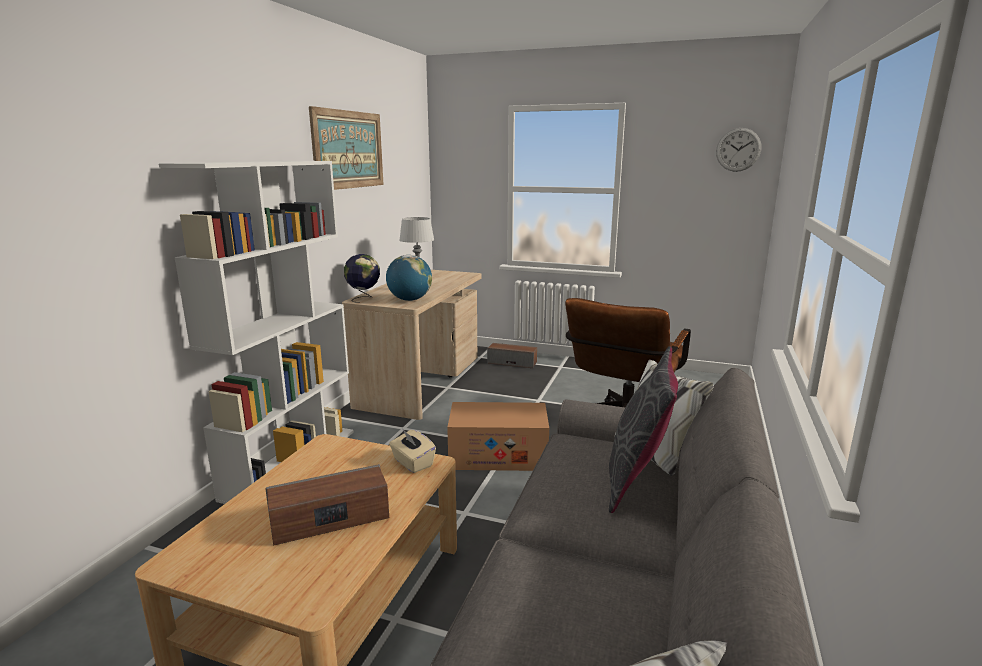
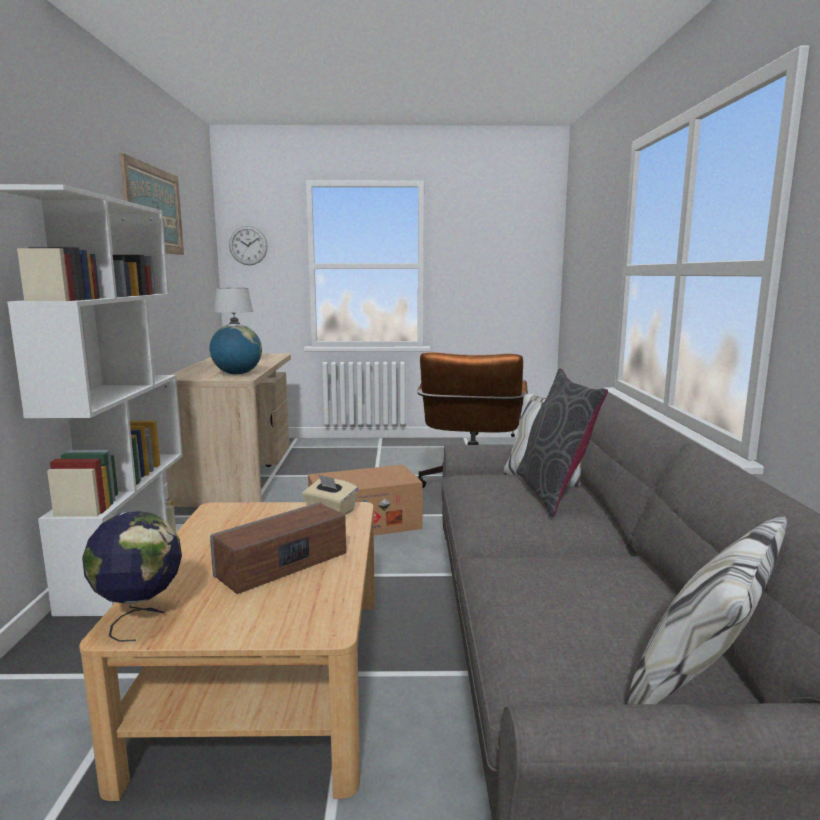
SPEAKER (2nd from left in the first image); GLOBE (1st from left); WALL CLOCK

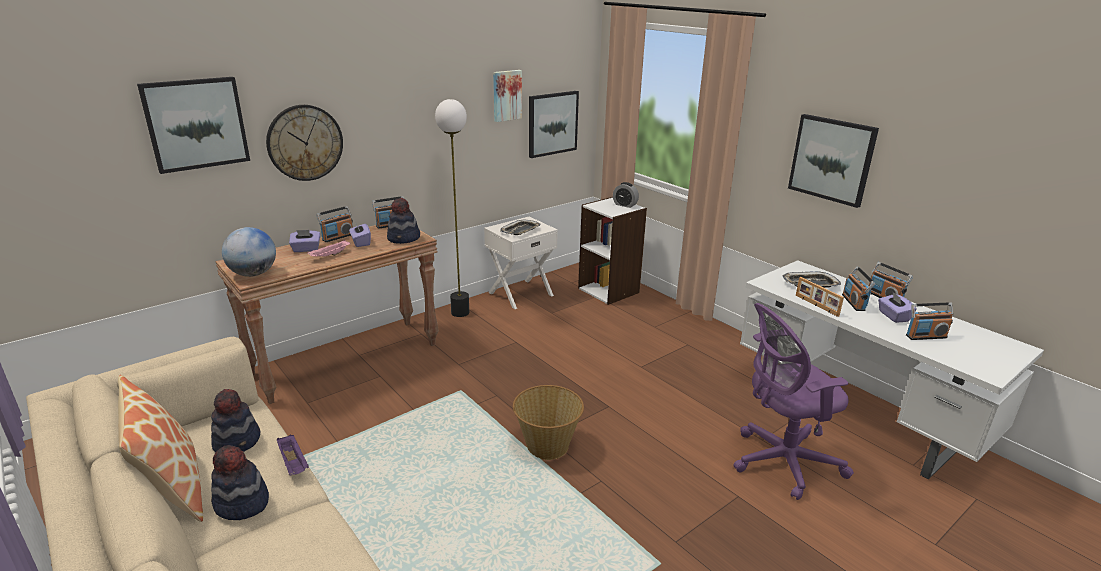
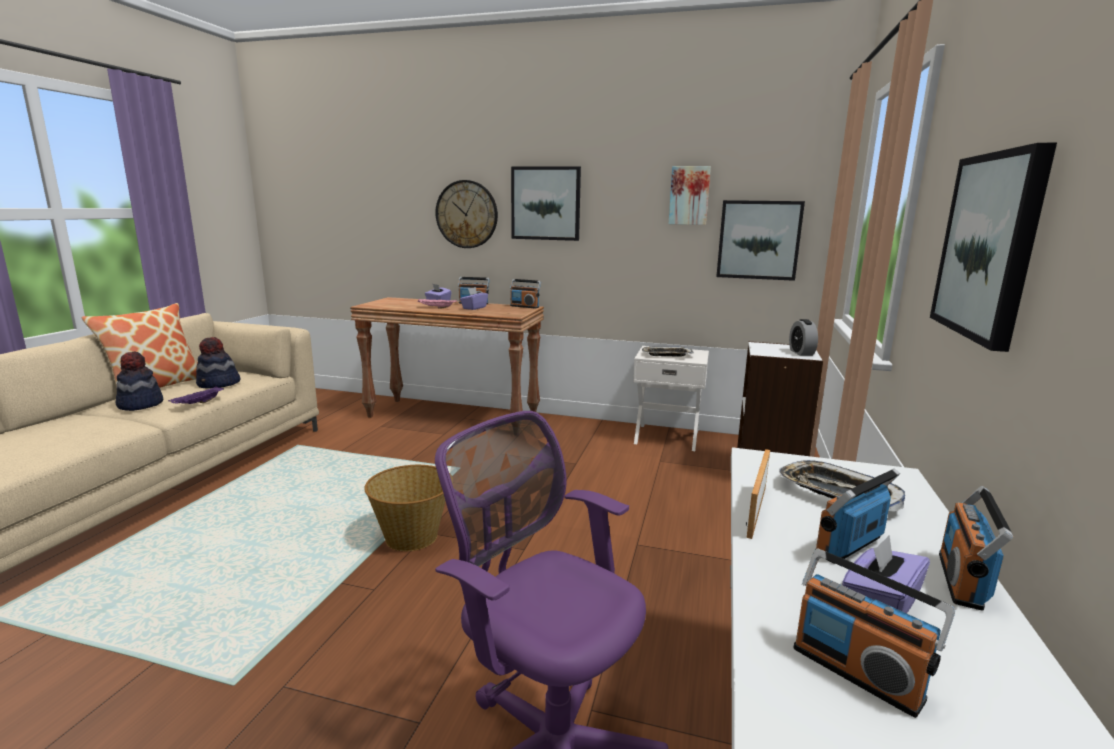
GLOBE; HAT (3rd from left in the first image); FLOOR LAMP; PICTURE (1st from left)

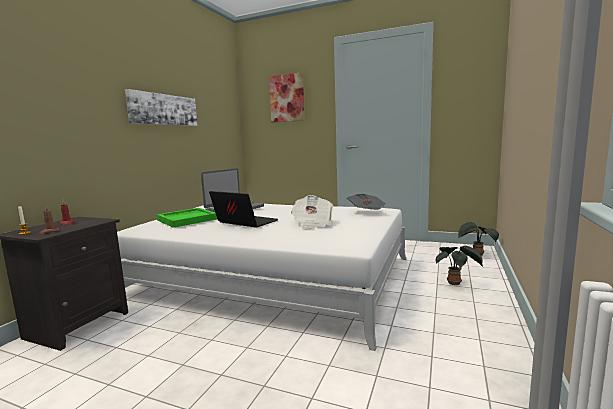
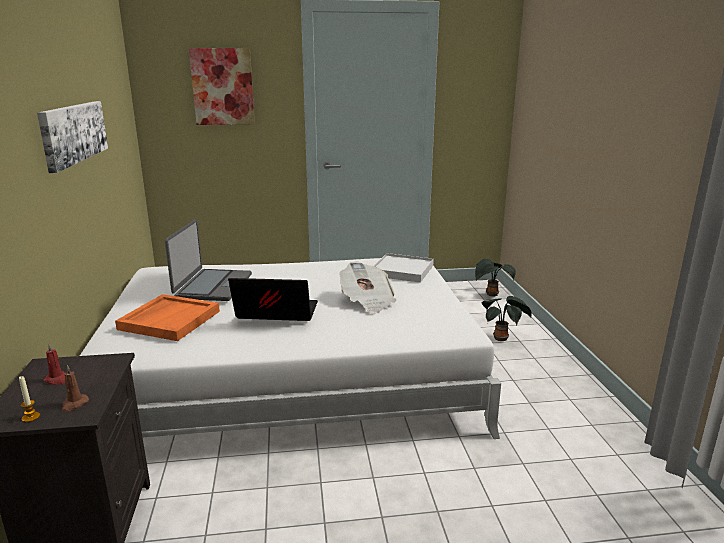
WHITE TRAY; ORANGE TRAY

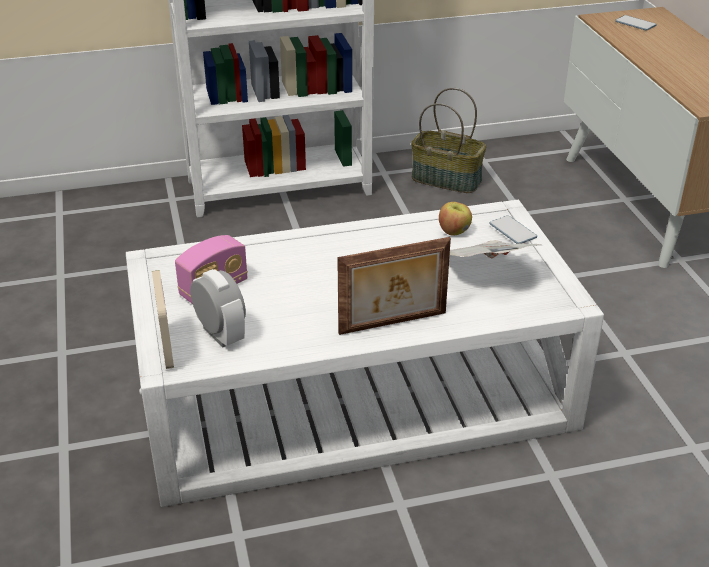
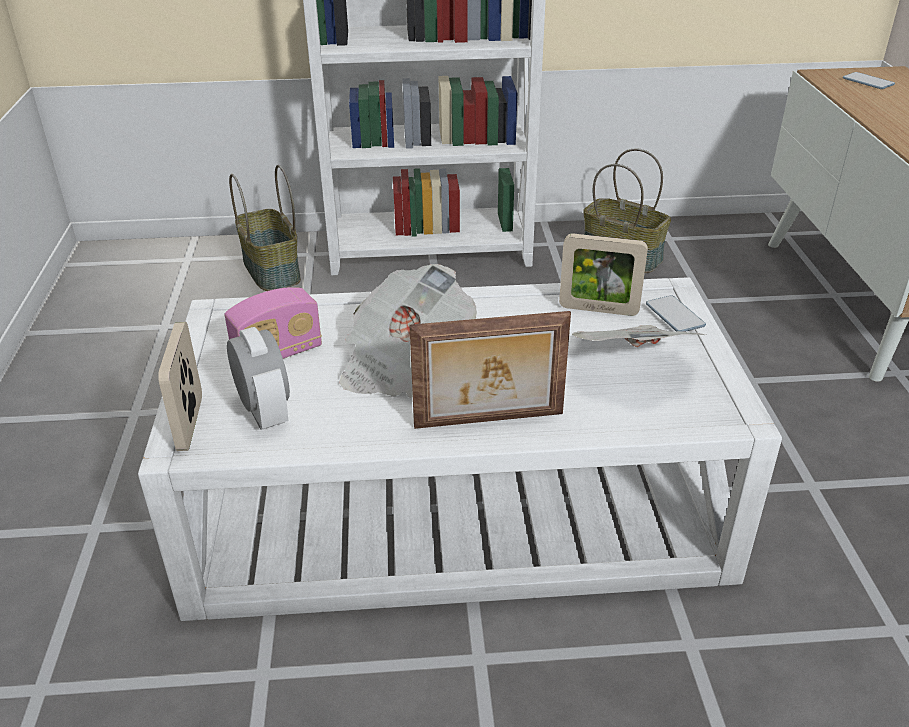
BASKET (1st from left); NEWSPAPER (1st from left); PICTURE FRAME (3rd from left)

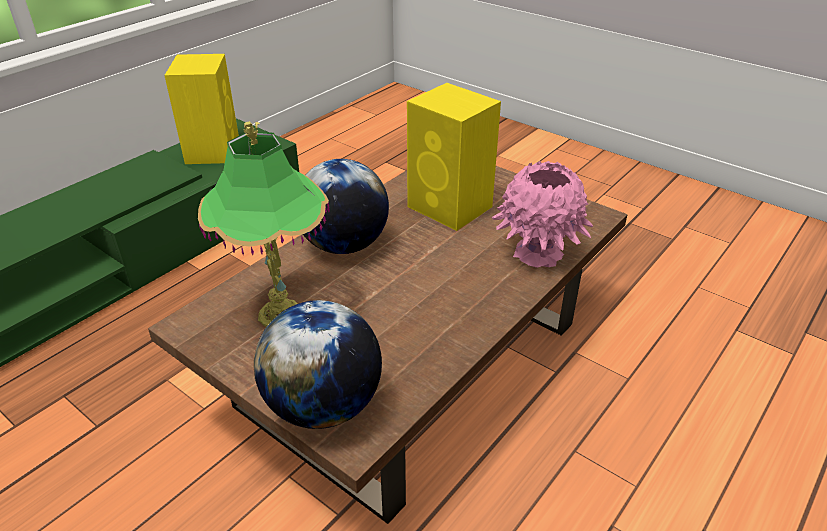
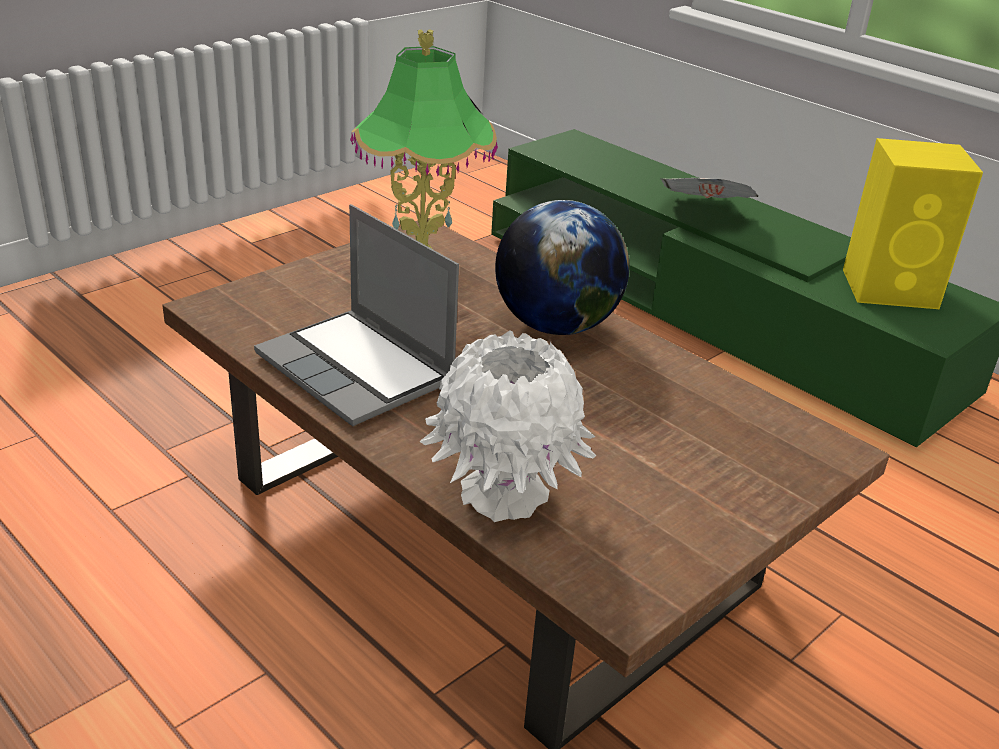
GLOBE (1st from left in the first image); YELLOW SPEAKER (2nd from left in the first image); LAPTOP; NEWSPAPER; WHITE VASE

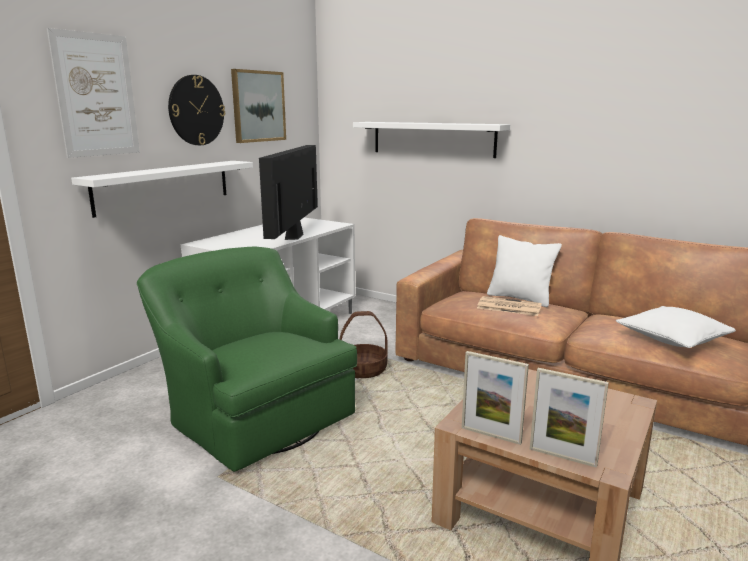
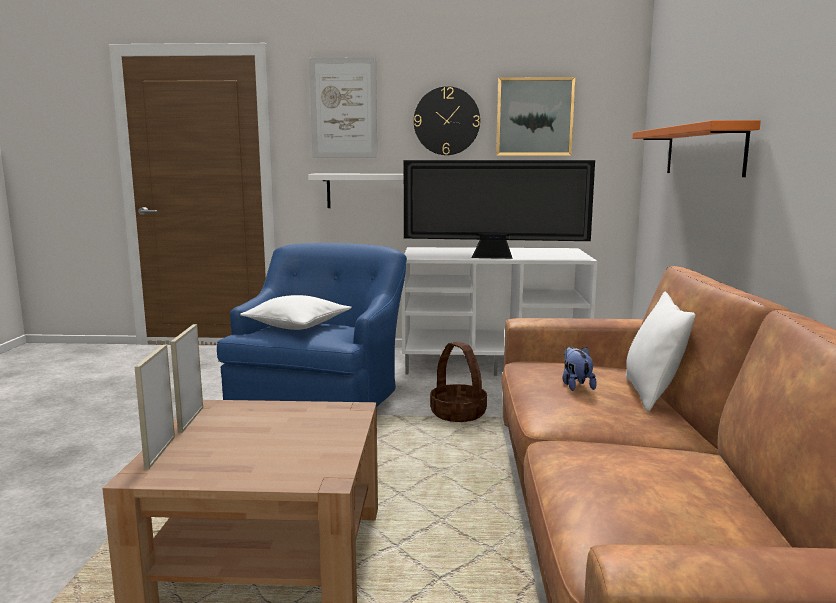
WHITE PILLOW (1st from left); PLUSH TOY; BLUE ARMCHAIR; ORANGE SHELF; TELEVISION

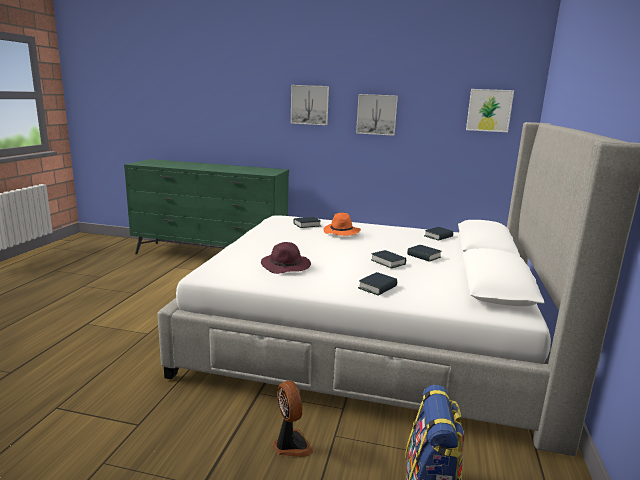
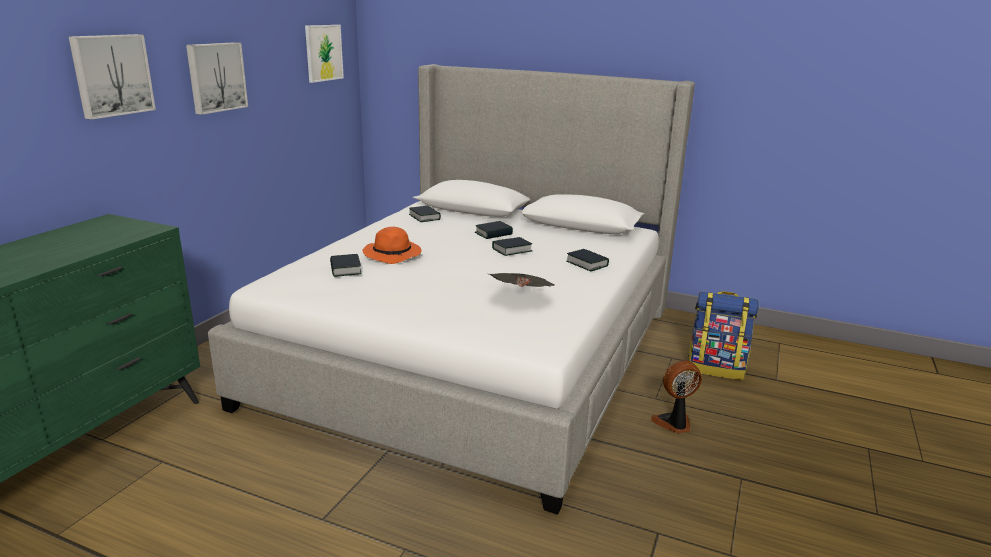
NEWSPAPER

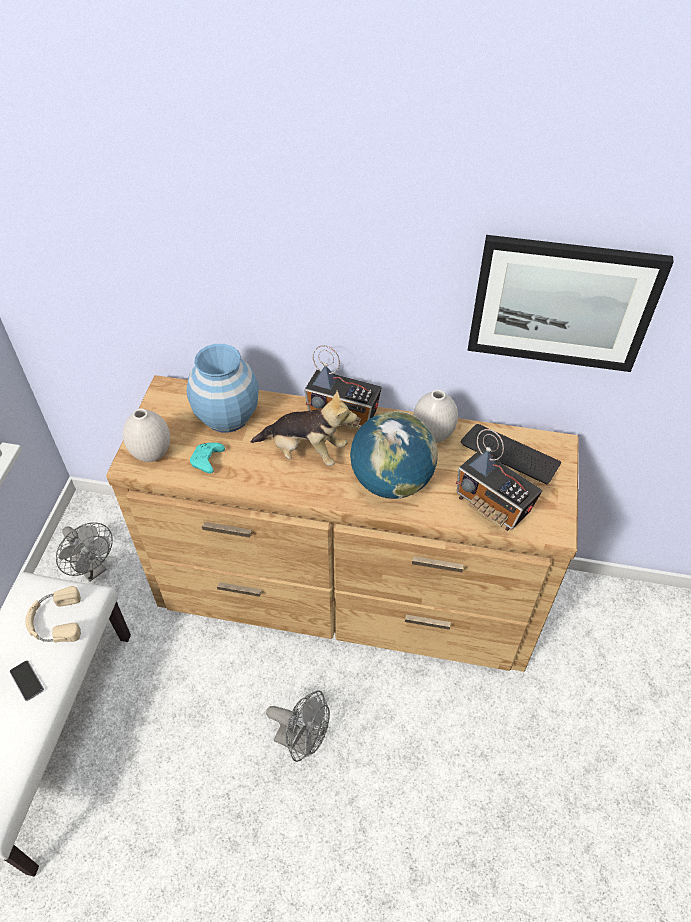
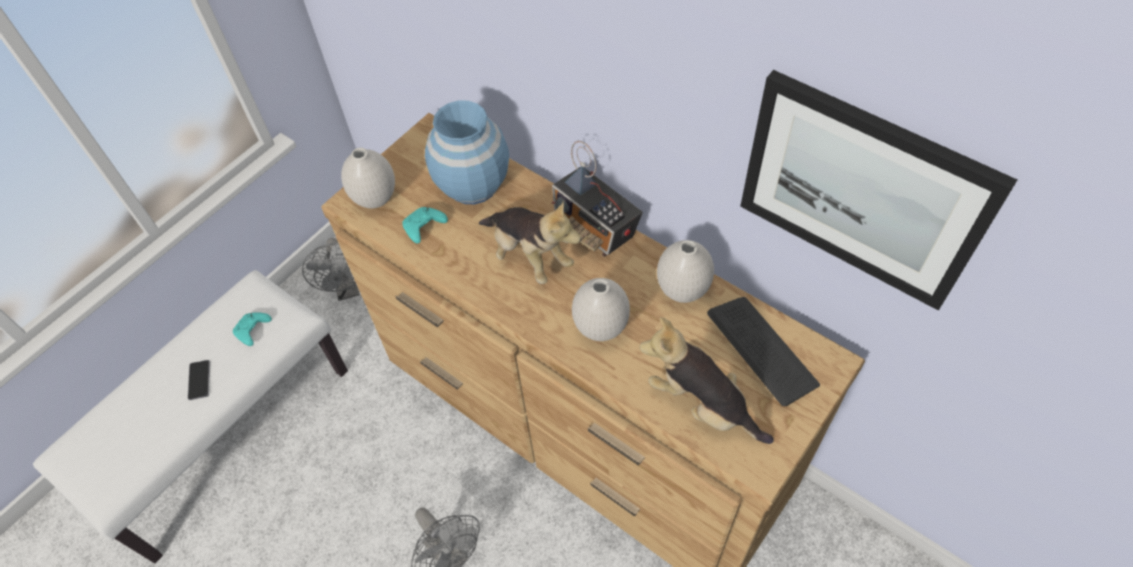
TURQUOISE GAME CONTROLLER (1st from left); WHITE VASE (2nd from left); PLUSH TOY (2nd from left)

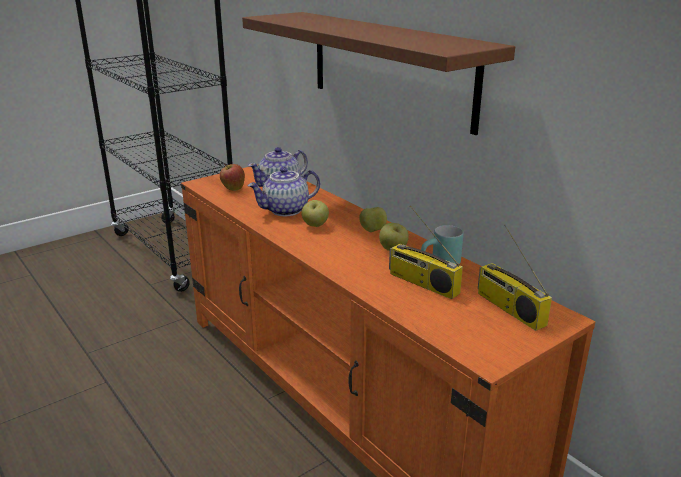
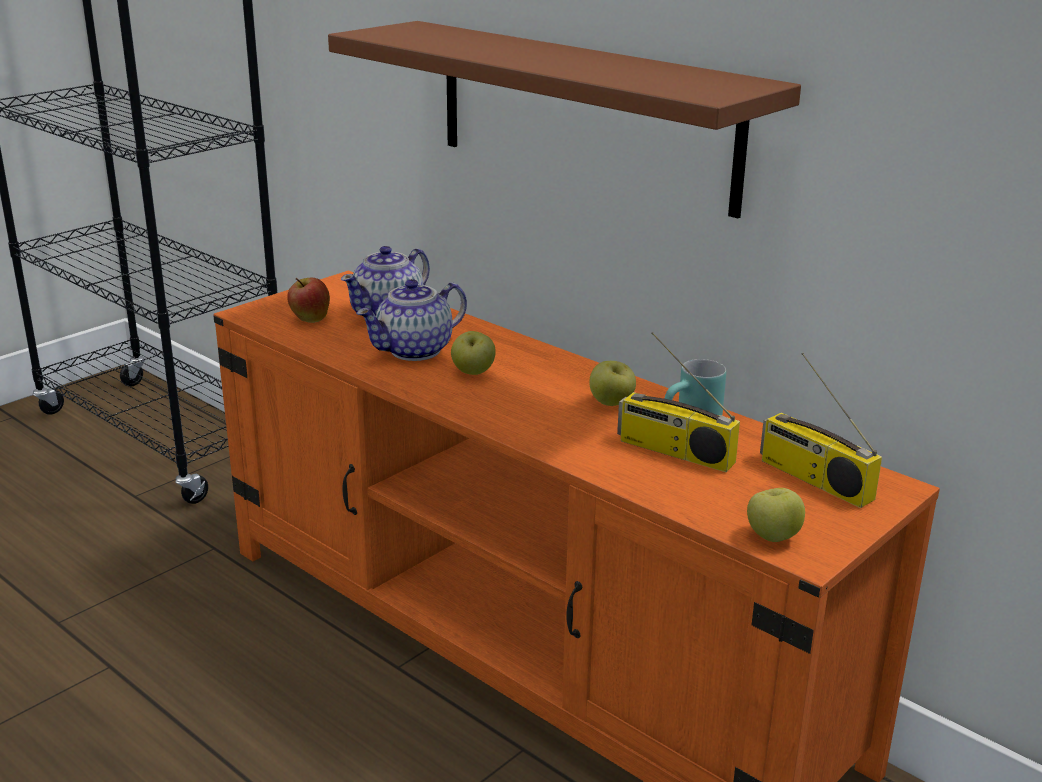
APPLE (4th from left)

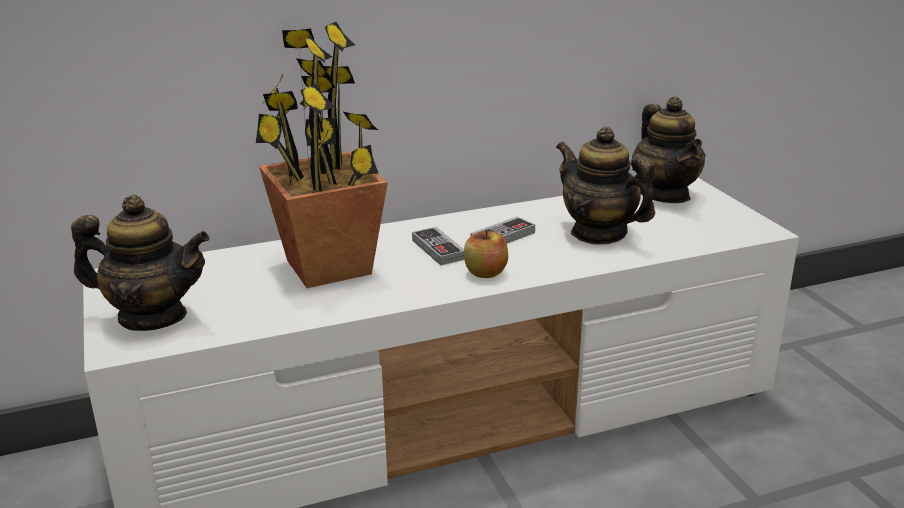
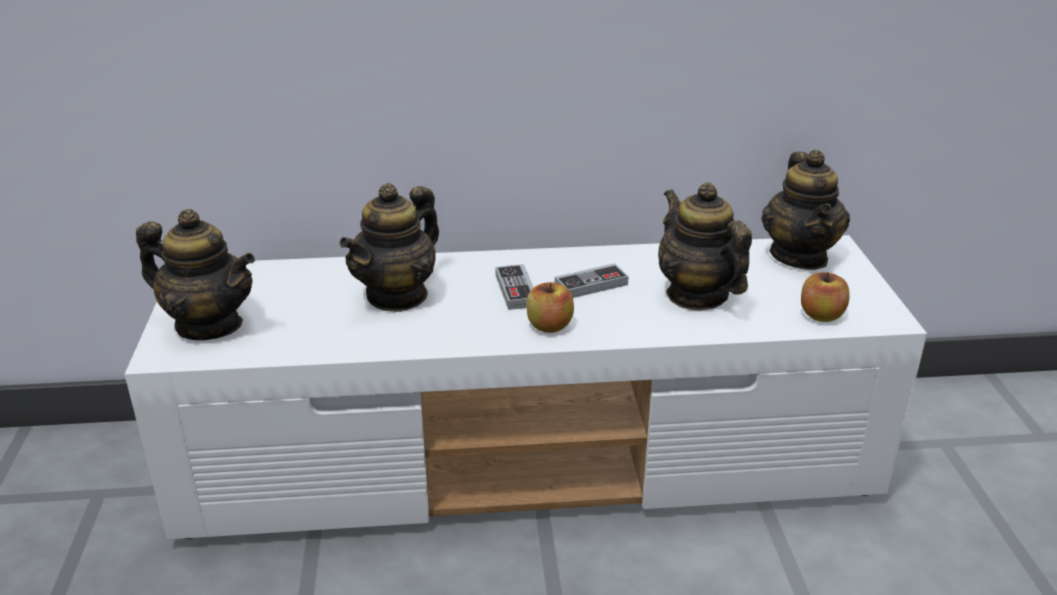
APPLE (2nd from left); TEAPOT (2nd from left)

